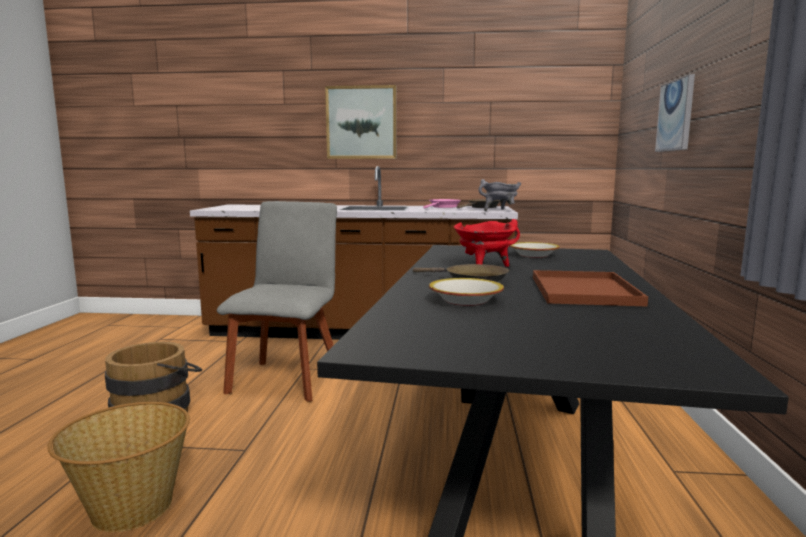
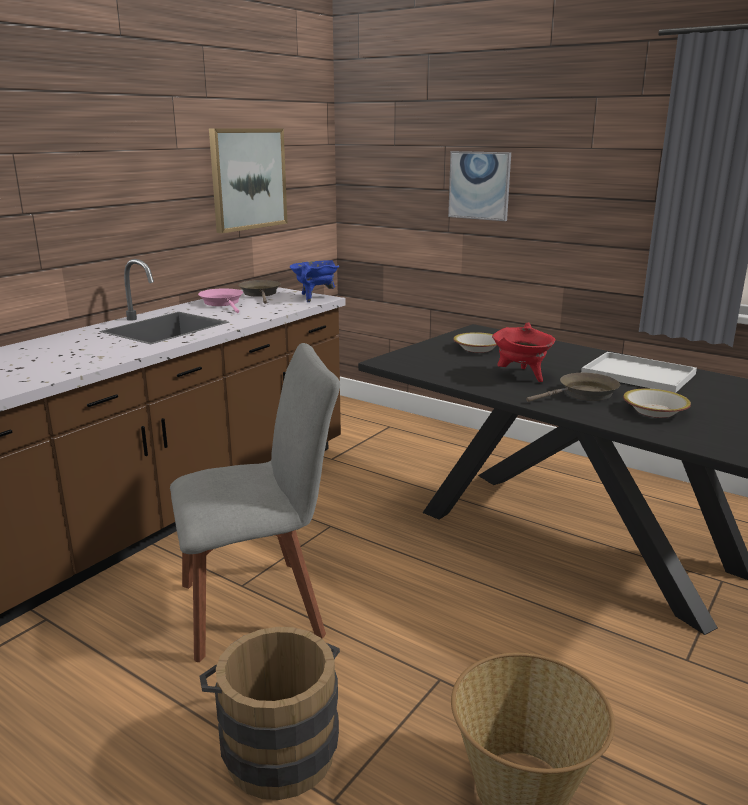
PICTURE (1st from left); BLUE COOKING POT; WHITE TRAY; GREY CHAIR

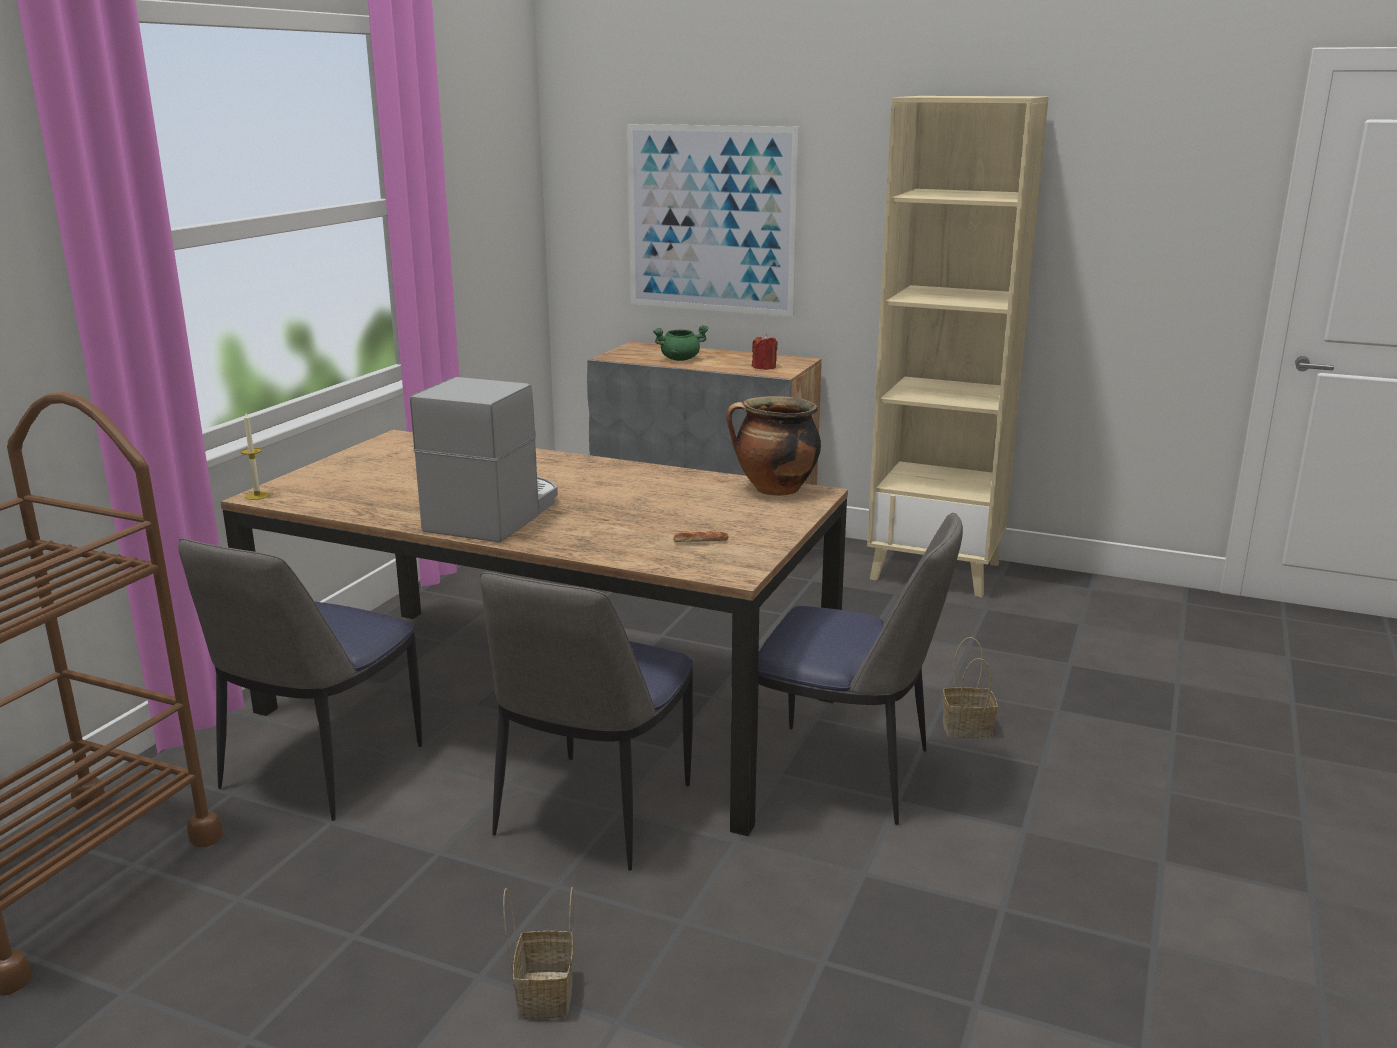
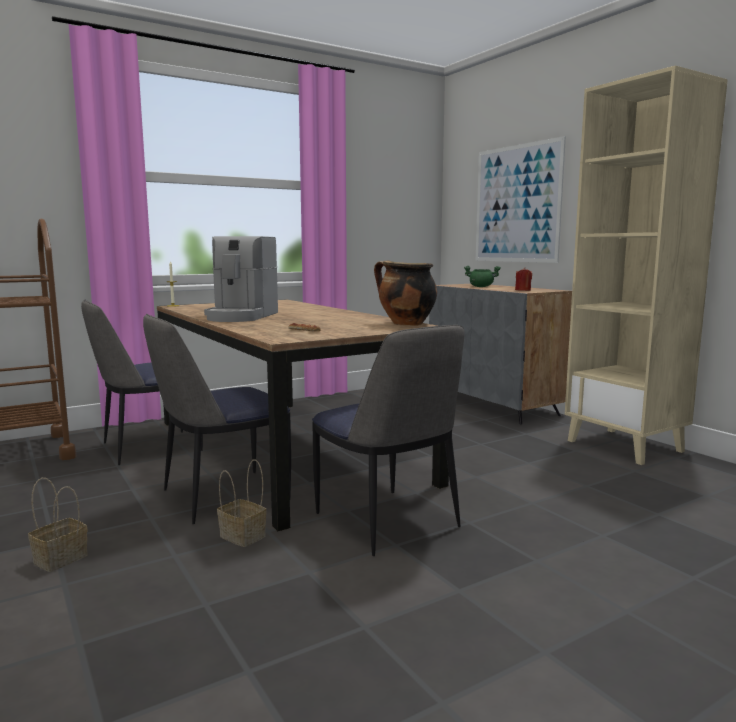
BASKET (2nd from left); COFFEE MACHINE

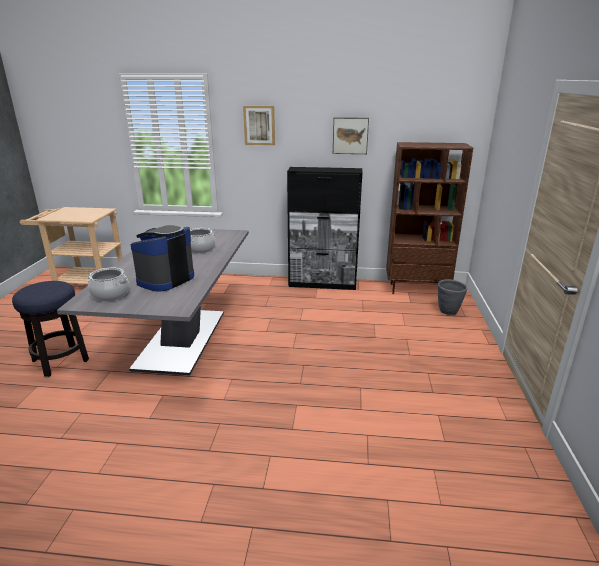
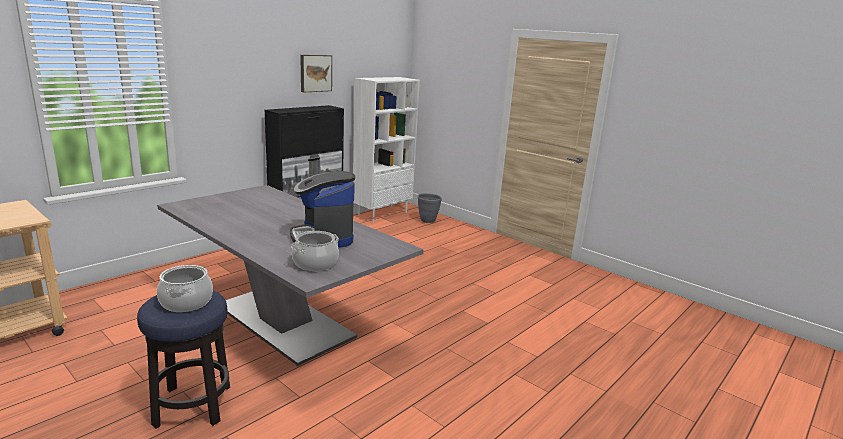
PICTURE (1st from left in the first image); COOKING POT (1st from left); WHITE BOOKCASE

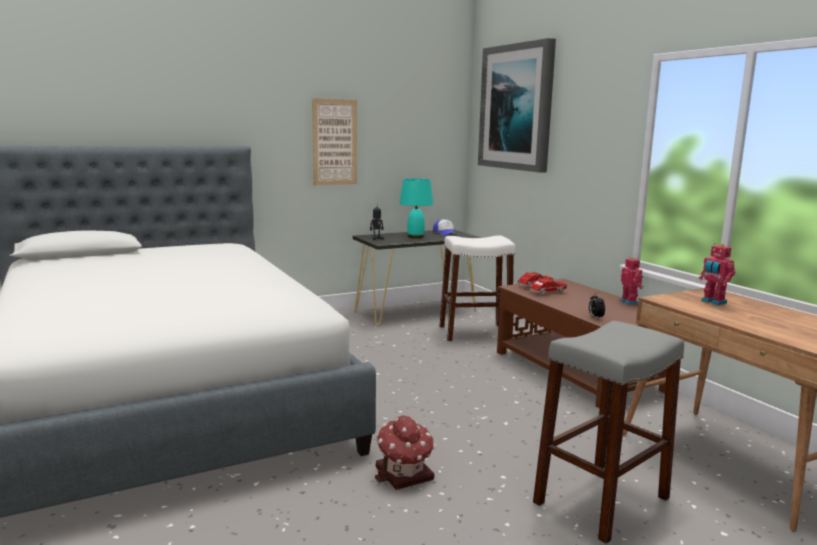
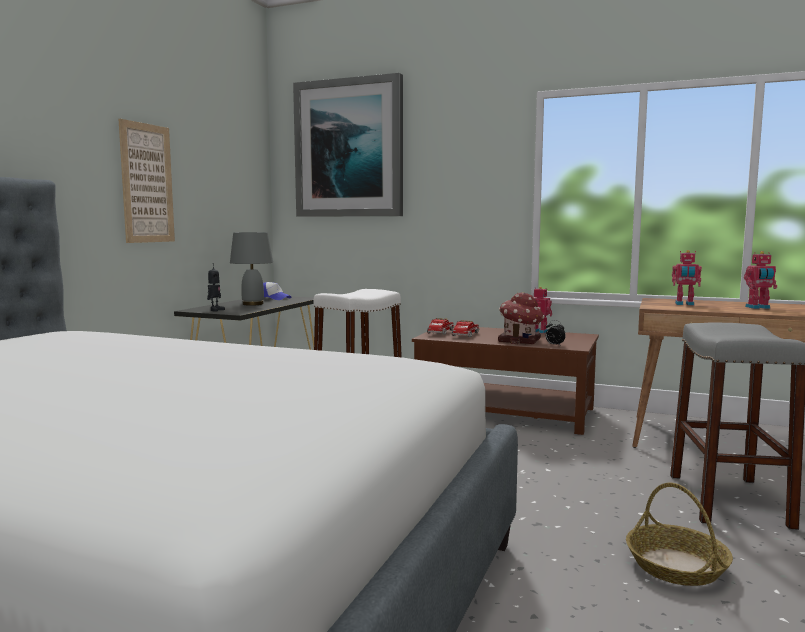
BASKET; TOY ROBOT (4th from left); TOY HOUSE; GREY TABLE LAMP

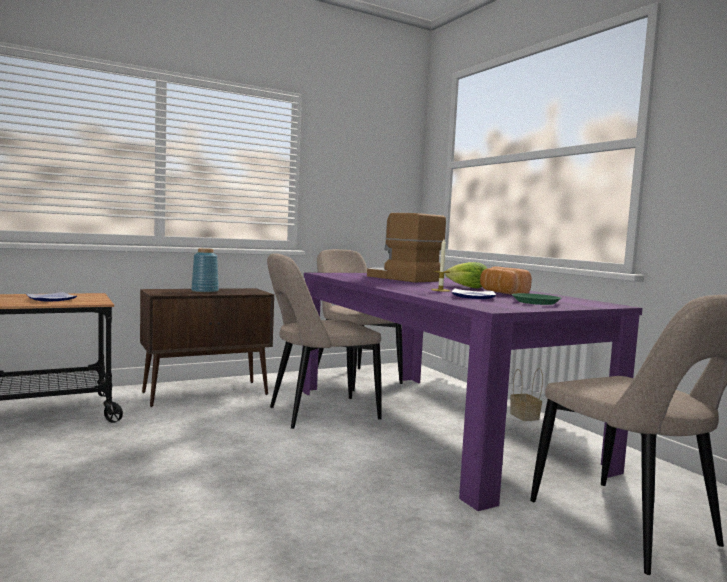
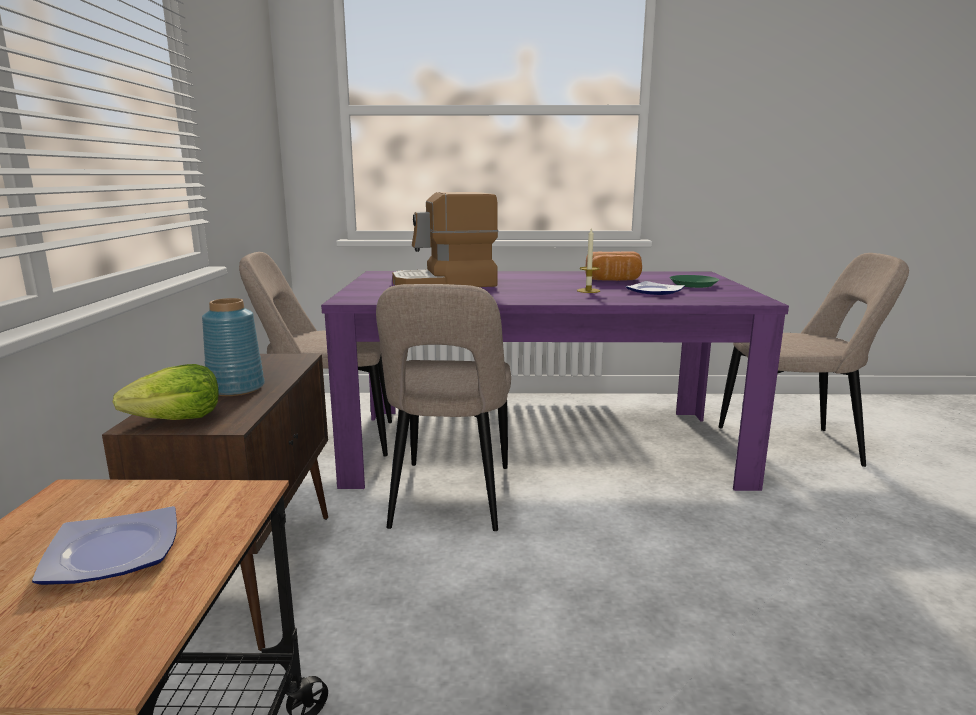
BASKET; LETTUCE

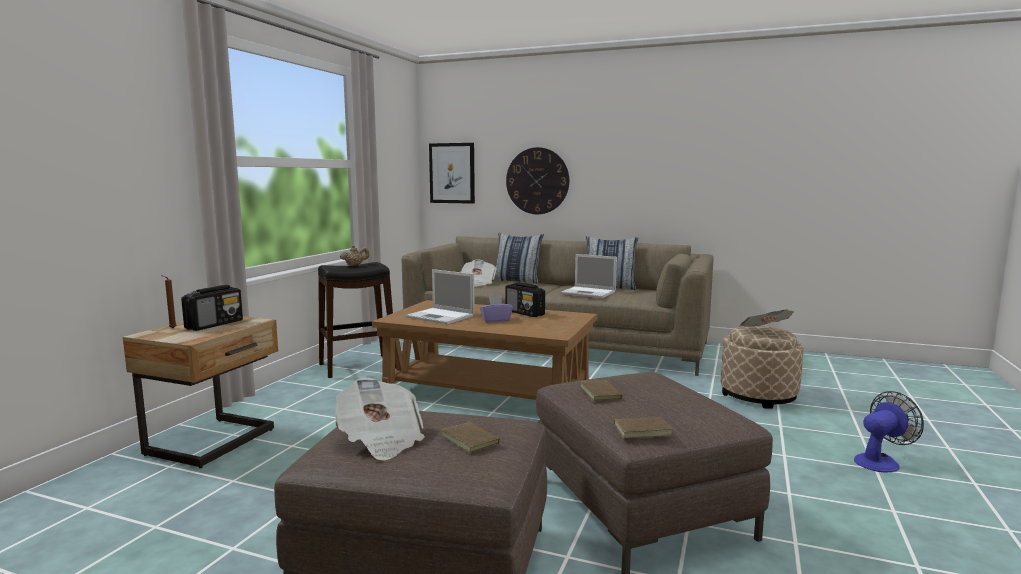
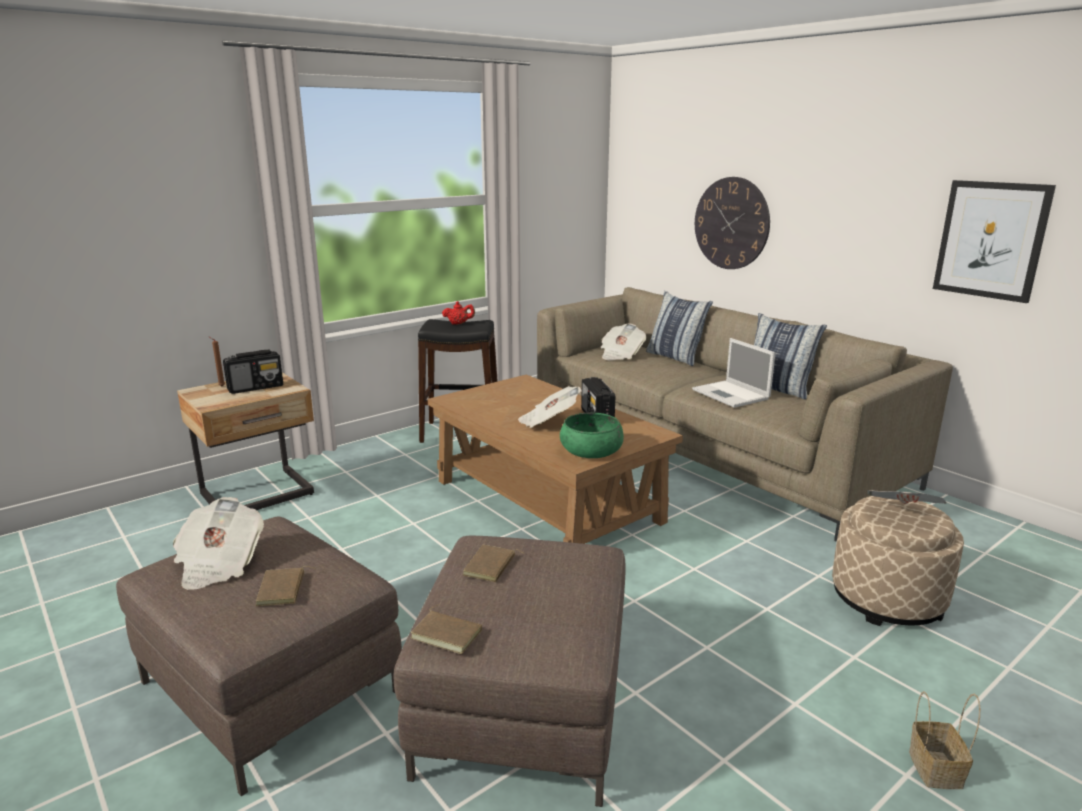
LAPTOP (1st from left in the first image); GREEN BOWL; PICTURE; NEWSPAPER (2nd from left); BASKET; RED TEAPOT

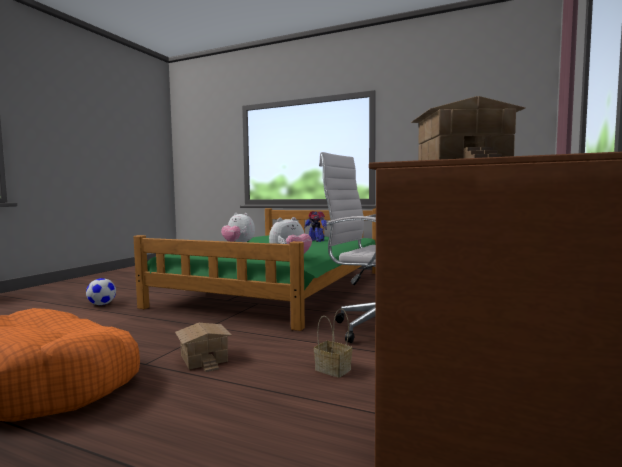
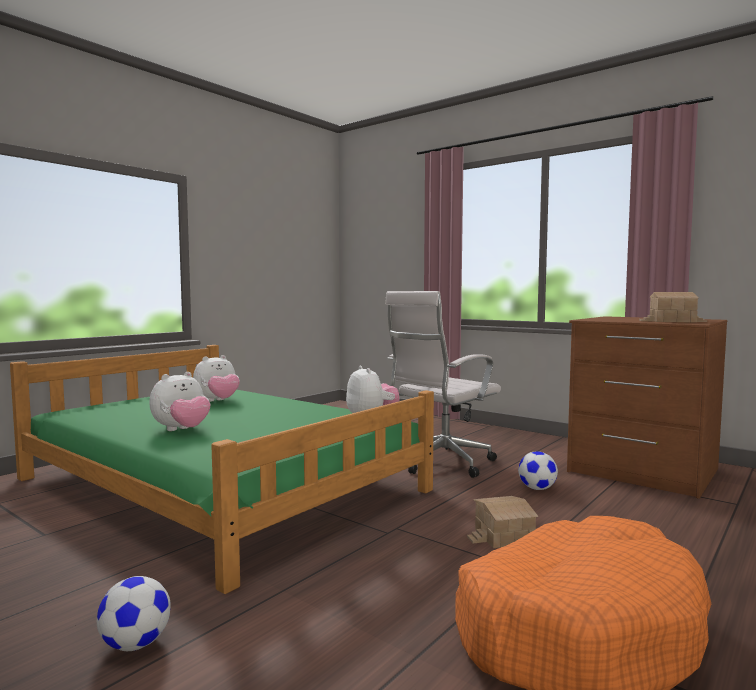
PLUSH TOY (2nd from left); FOOTBALL (2nd from left)

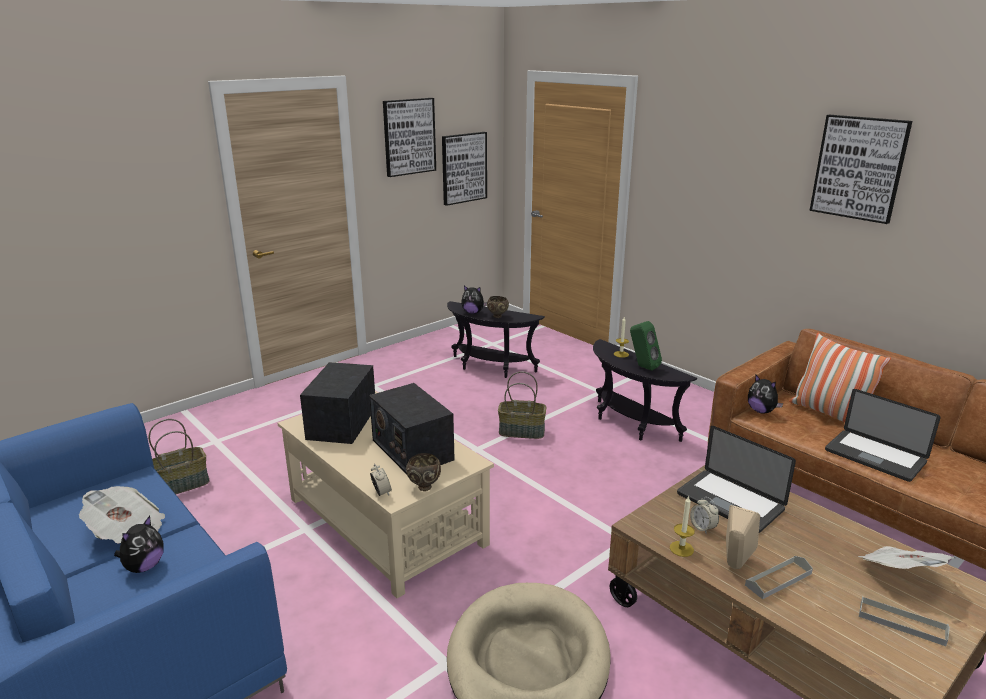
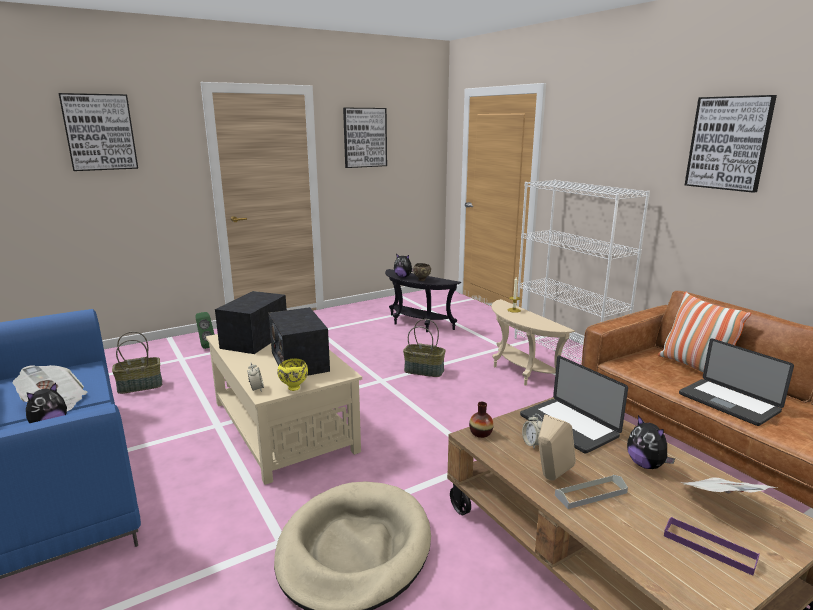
CANDLE (2nd from left in the first image); VASE; WHITE BOOKCASE; PICTURE (1st from left); GREEN SPEAKER; PLUSH TOY (3rd from left); YELLOW BOWL; BEIGE SIDE TABLE; PURPLE TRAY

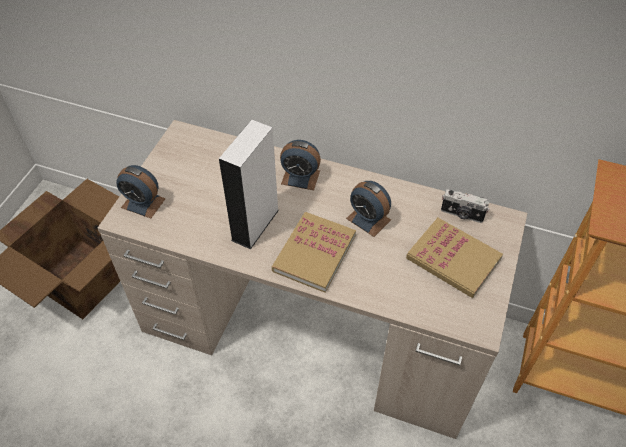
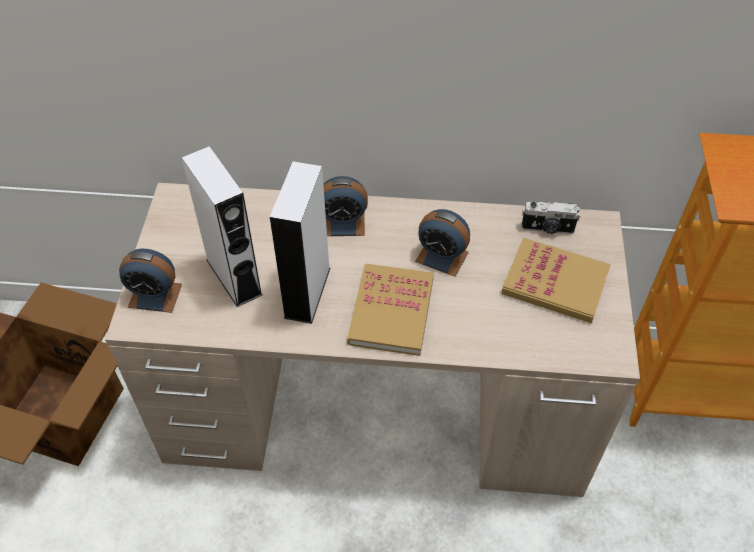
WHITE SPEAKER (1st from left)

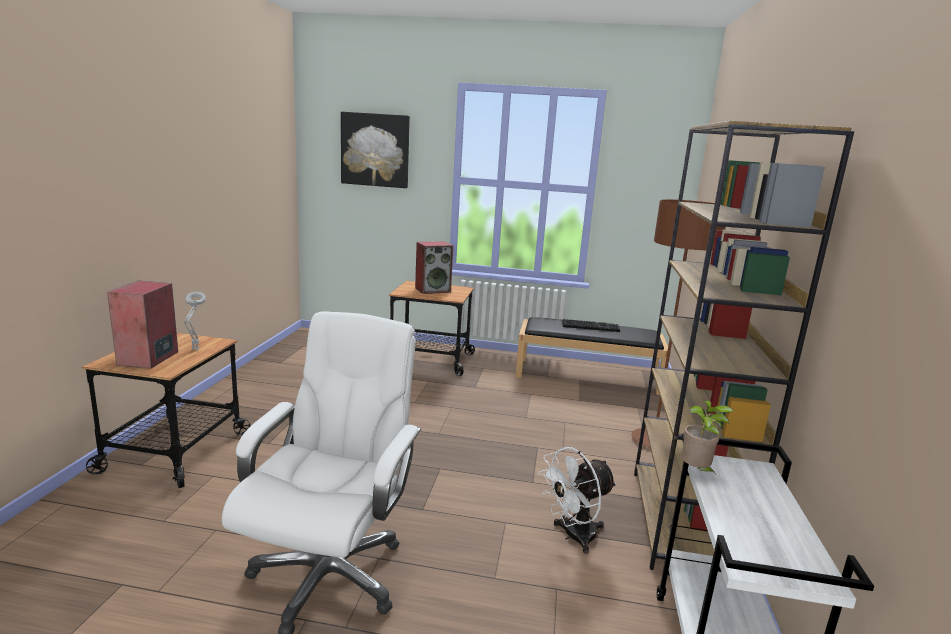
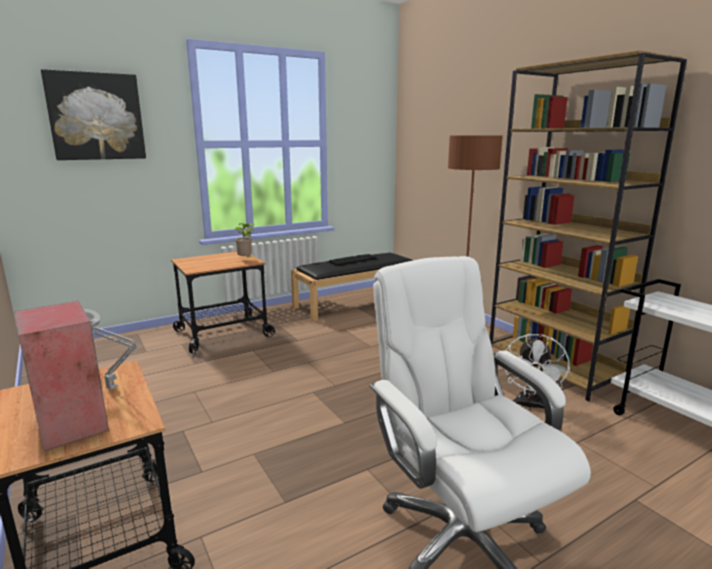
SPEAKER (2nd from left in the first image); POTTED PLANT

